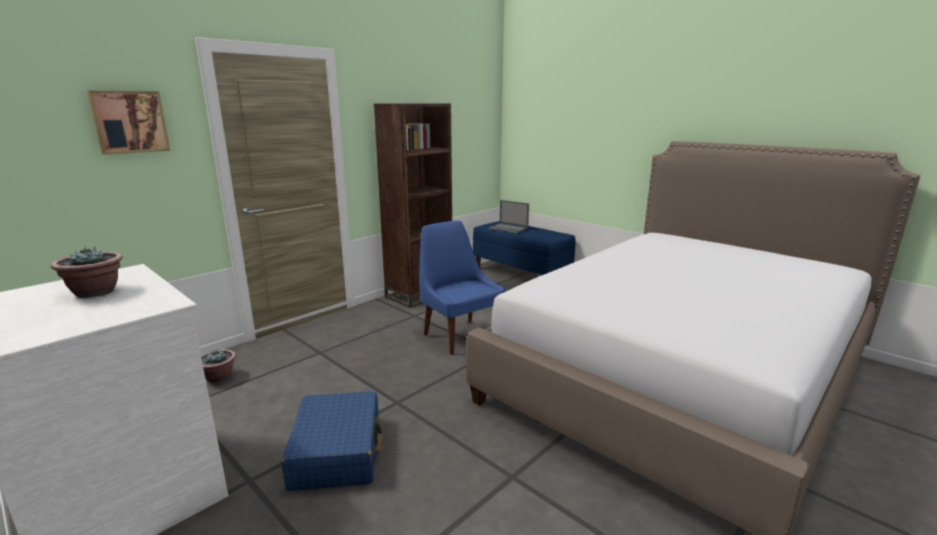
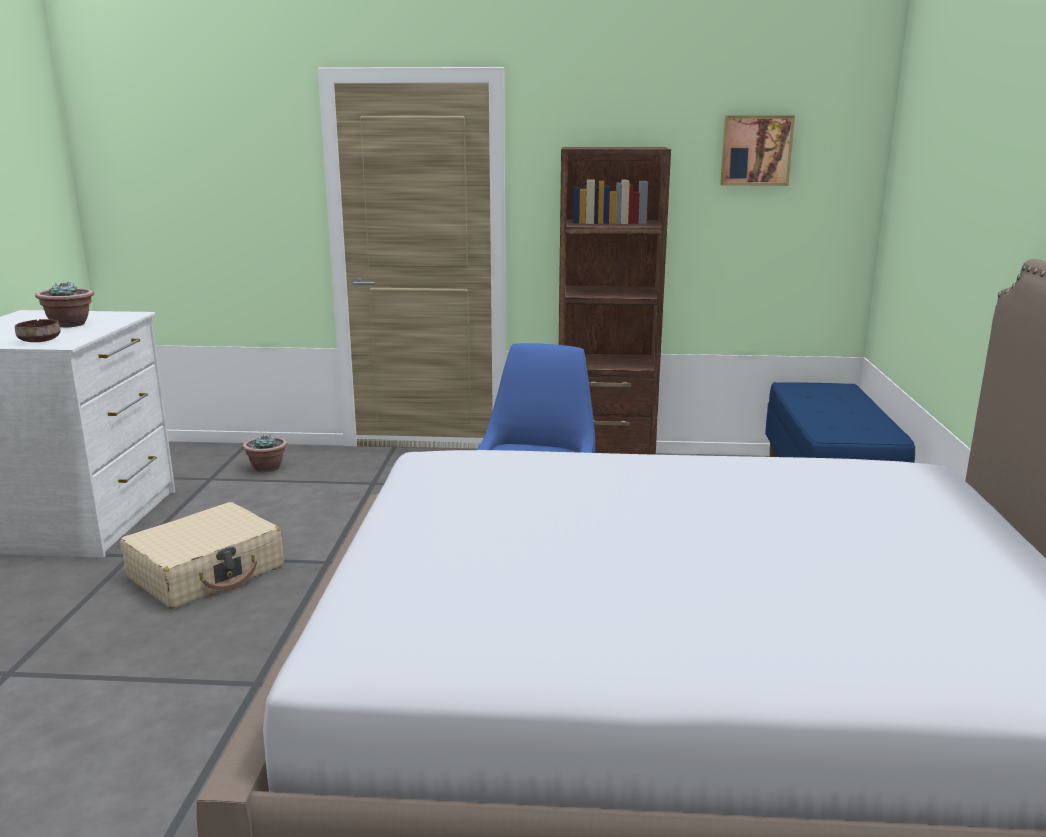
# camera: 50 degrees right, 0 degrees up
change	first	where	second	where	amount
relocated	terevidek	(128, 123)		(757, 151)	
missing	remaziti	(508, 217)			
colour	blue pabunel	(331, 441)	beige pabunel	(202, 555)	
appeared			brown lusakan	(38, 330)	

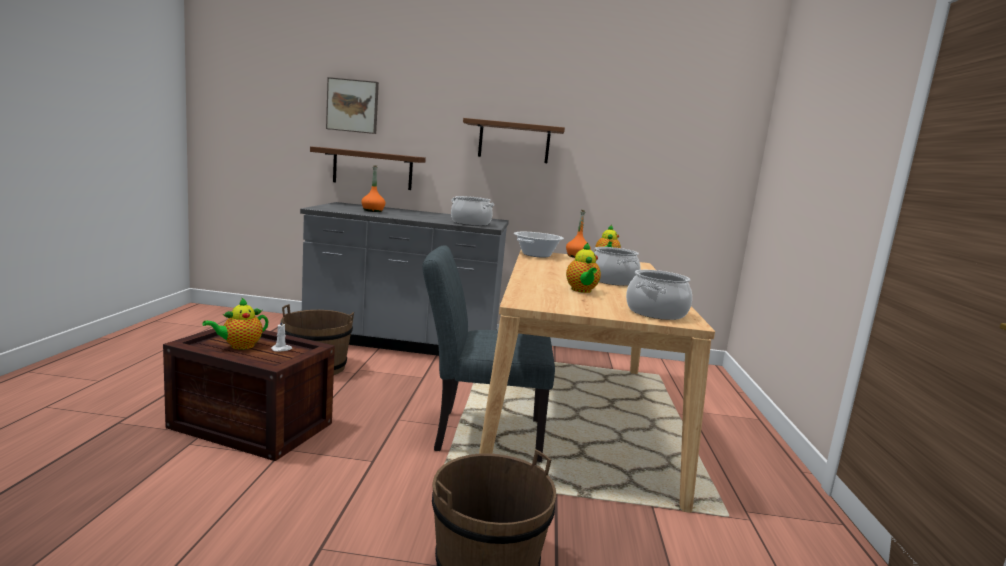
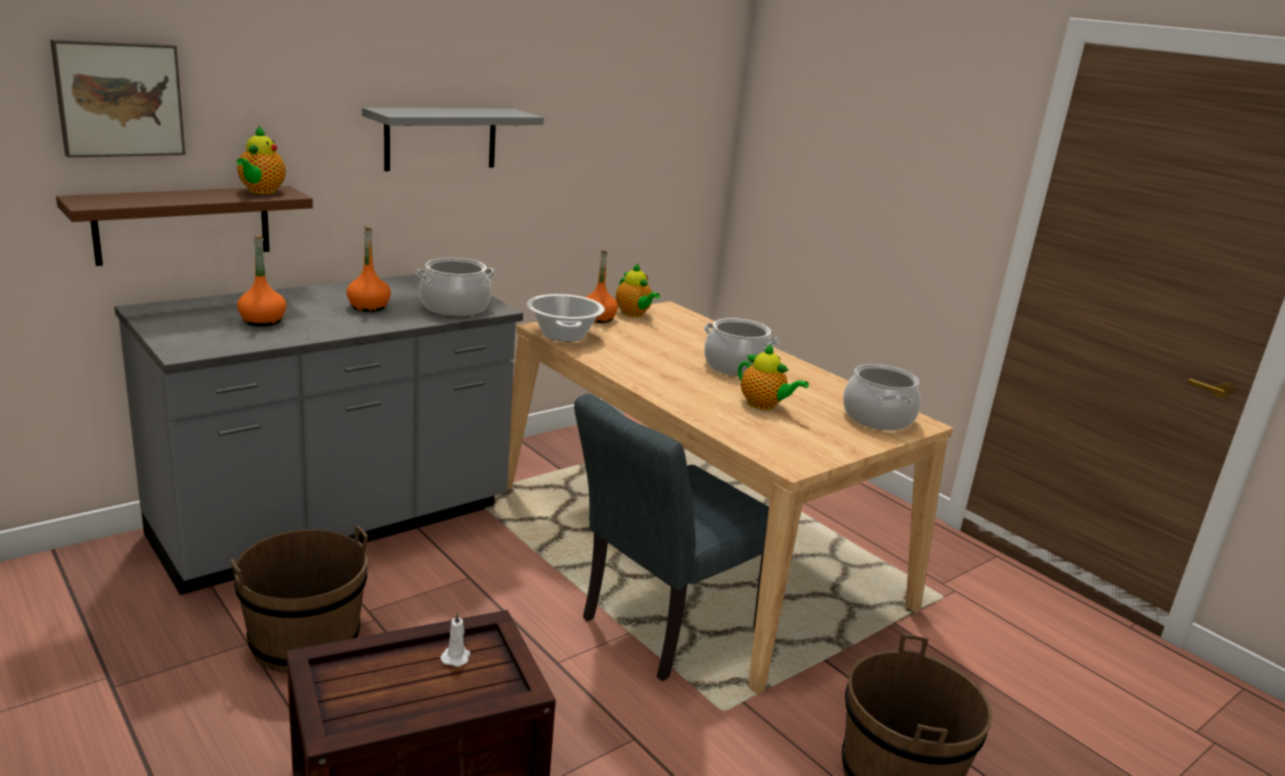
# camera: 45 degrees left, 10 degrees up
change	first	where	second	where	amount
colour	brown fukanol	(514, 140)	grey fukanol	(453, 139)	
relocated	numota	(235, 323)		(261, 159)	
appeared			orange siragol	(368, 269)	

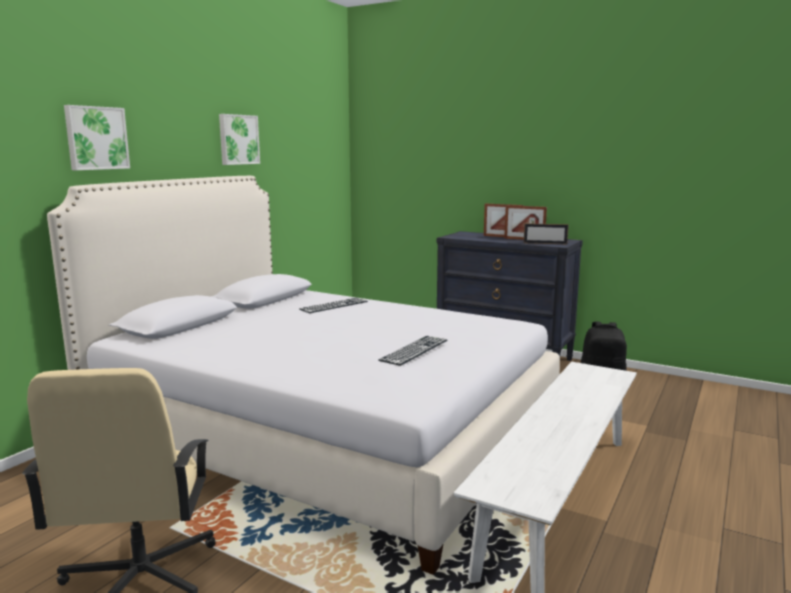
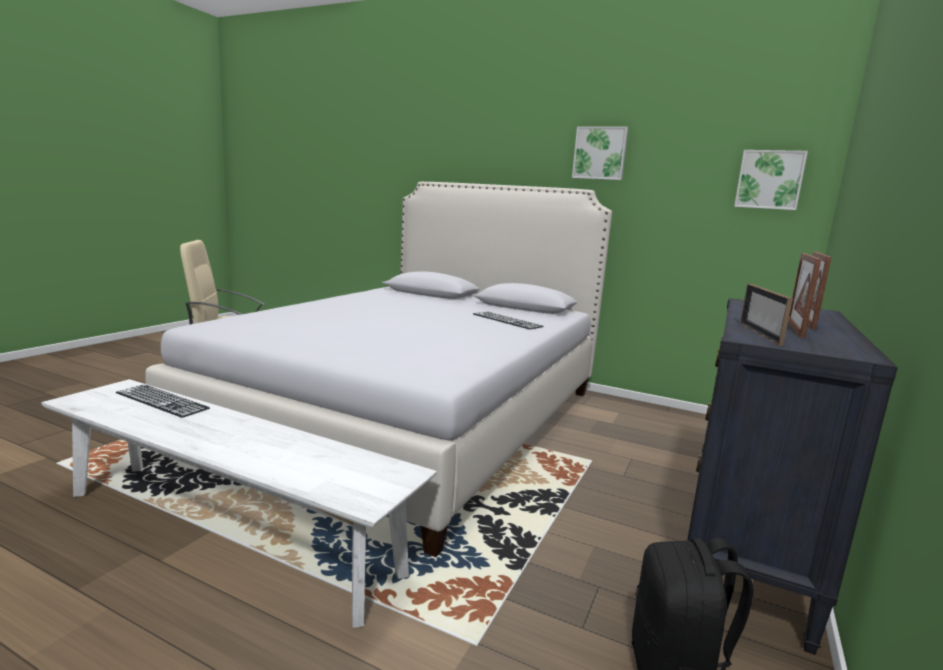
# camera: 85 degrees right, 0 degrees up
change	first	where	second	where	amount
relocated	terevidek	(97, 137)		(771, 180)	
relocated	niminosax	(412, 351)		(163, 401)	

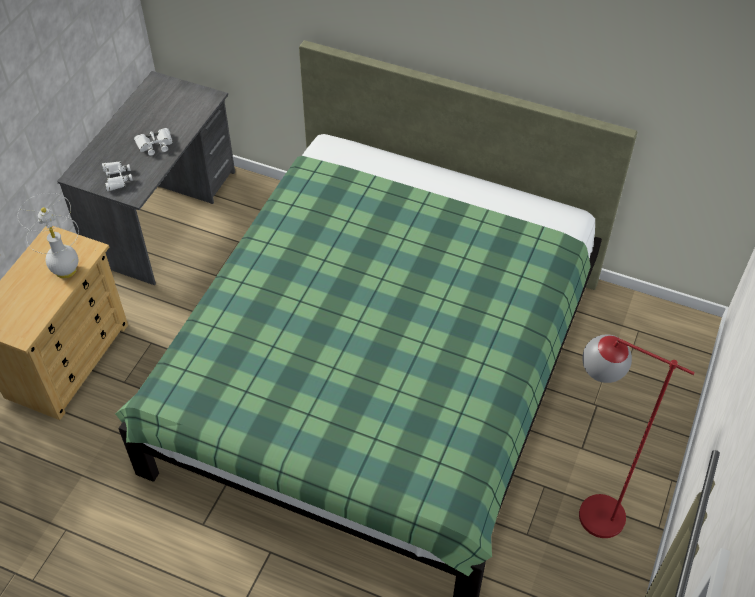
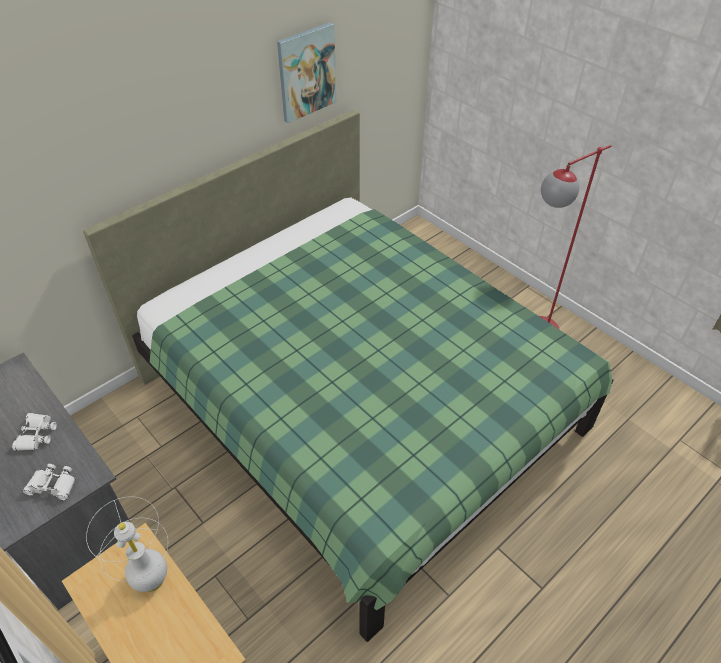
# camera: 65 degrees left, 5 degrees down
change	first	where	second	where	amount
appeared			terevidek	(306, 72)	

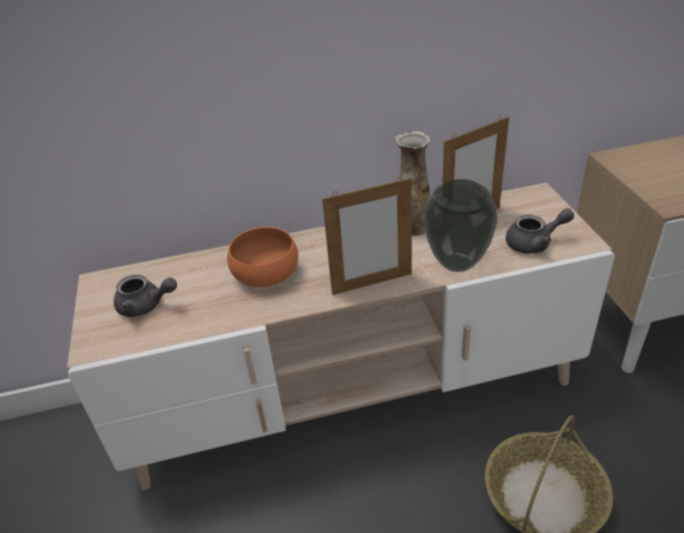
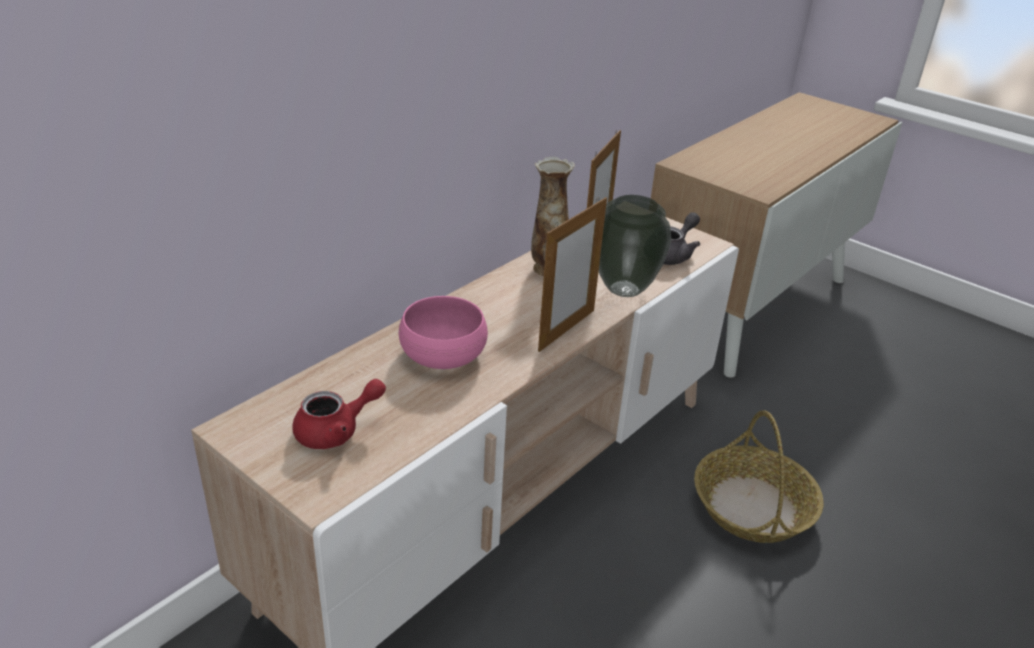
# camera: 40 degrees left, 5 degrees down
change	first	where	second	where	amount
colour	orange lusakan	(262, 257)	pink lusakan	(443, 332)	
colour	grey numota	(145, 295)	red numota	(339, 414)	

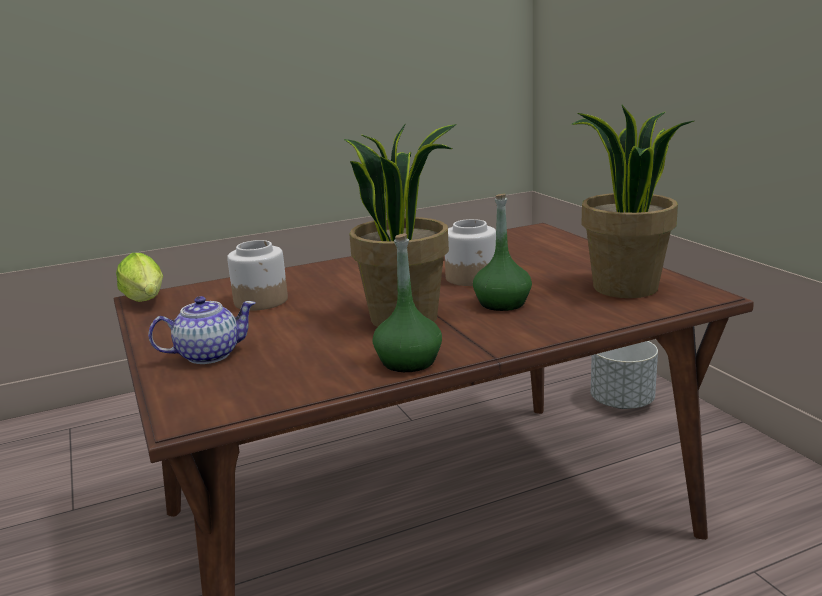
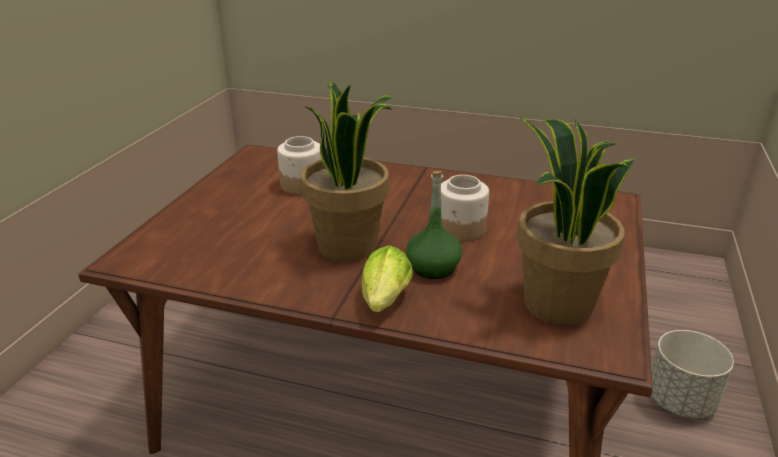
# camera: 40 degrees right, 10 degrees up
change	first	where	second	where	amount
missing	green siragol	(407, 302)			
relocated	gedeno	(139, 277)		(387, 278)	
missing	numota	(202, 330)			

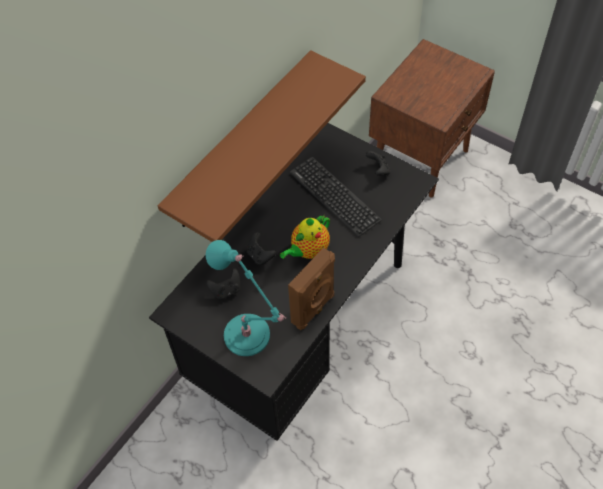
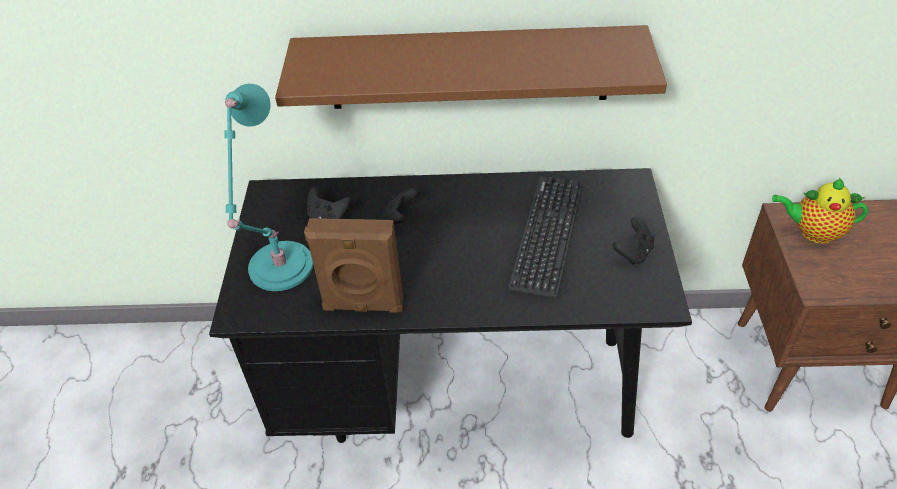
# camera: 55 degrees right, 10 degrees down
change	first	where	second	where	amount
relocated	numota	(305, 237)		(820, 211)	

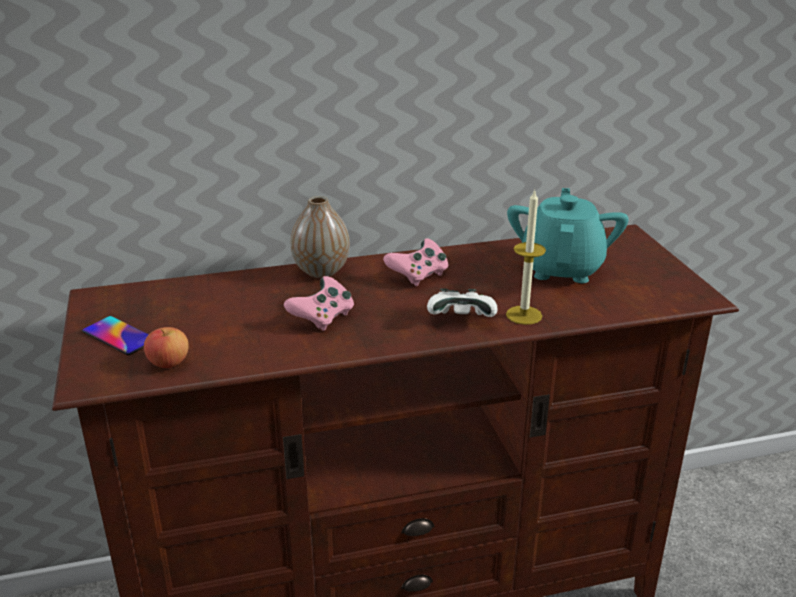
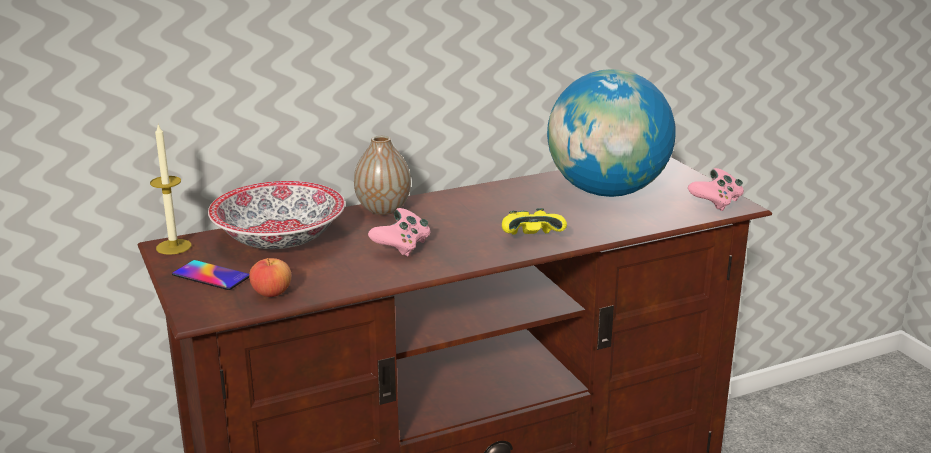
# camera: 10 degrees left, 5 degrees down
change	first	where	second	where	amount
exchanged	turquoise numota	(568, 235)	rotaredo	(611, 133)	
relocated	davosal	(526, 257)		(171, 190)	
relocated	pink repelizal	(416, 262)		(716, 189)	
colour	white repelizal	(462, 303)	yellow repelizal	(534, 221)	
appeared			lusakan	(276, 215)	

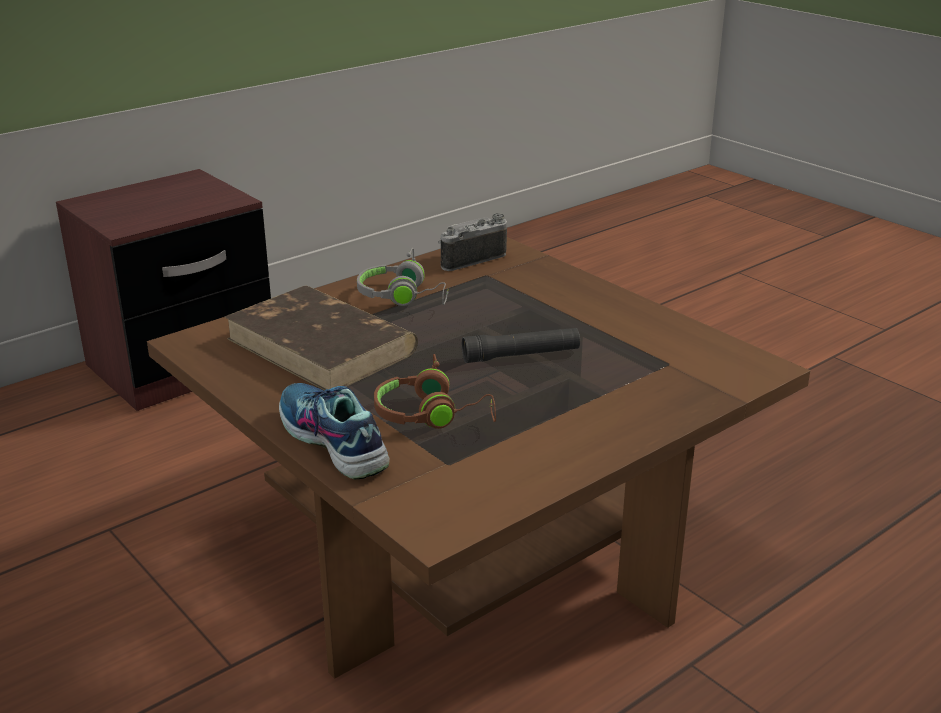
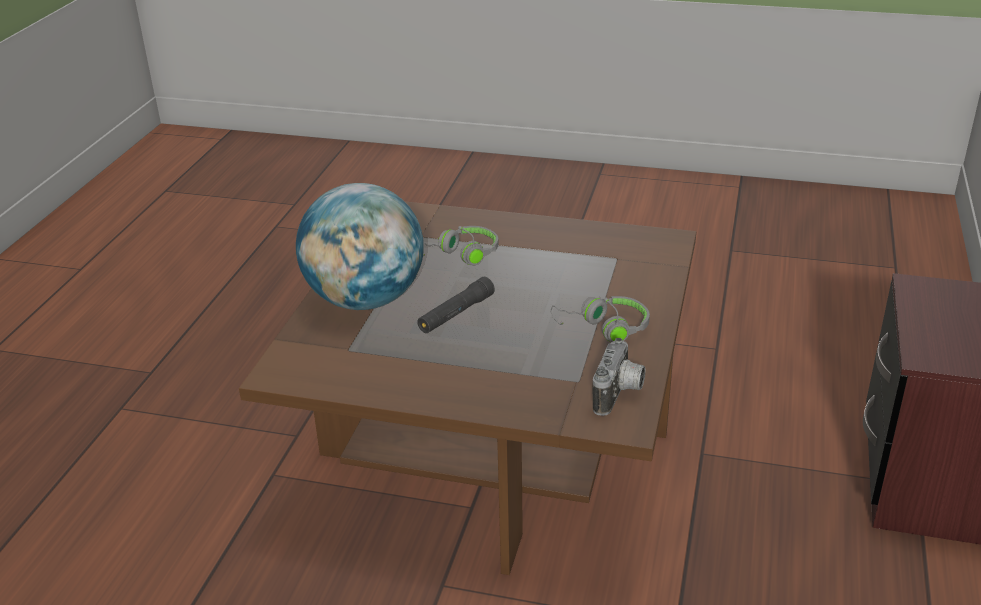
# camera: 145 degrees right, 5 degrees up
change	first	where	second	where	amount
missing	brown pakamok	(321, 338)			
colour	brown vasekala	(435, 391)	grey vasekala	(460, 245)	
missing	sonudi	(334, 431)			
appeared			rotaredo	(360, 246)	

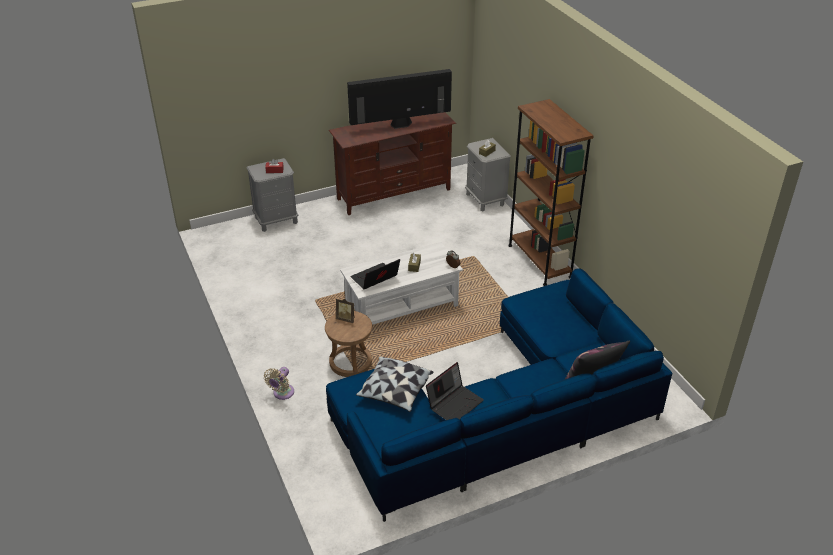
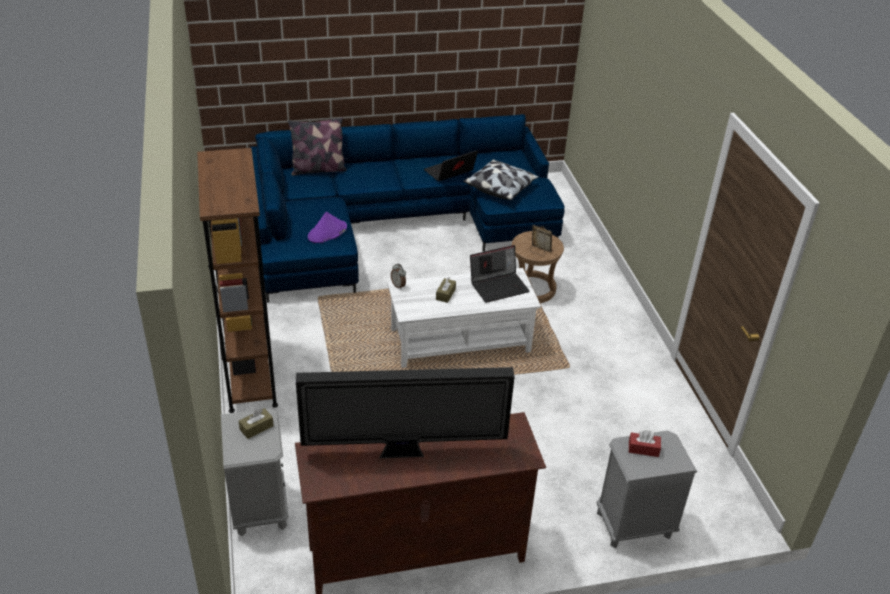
# camera: 170 degrees left, 0 degrees up
change	first	where	second	where	amount
missing	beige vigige	(279, 383)			
appeared			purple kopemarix	(327, 227)	

